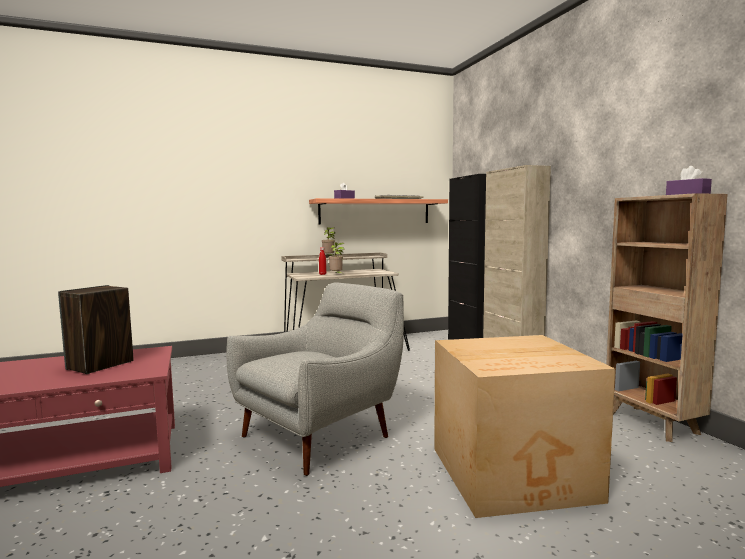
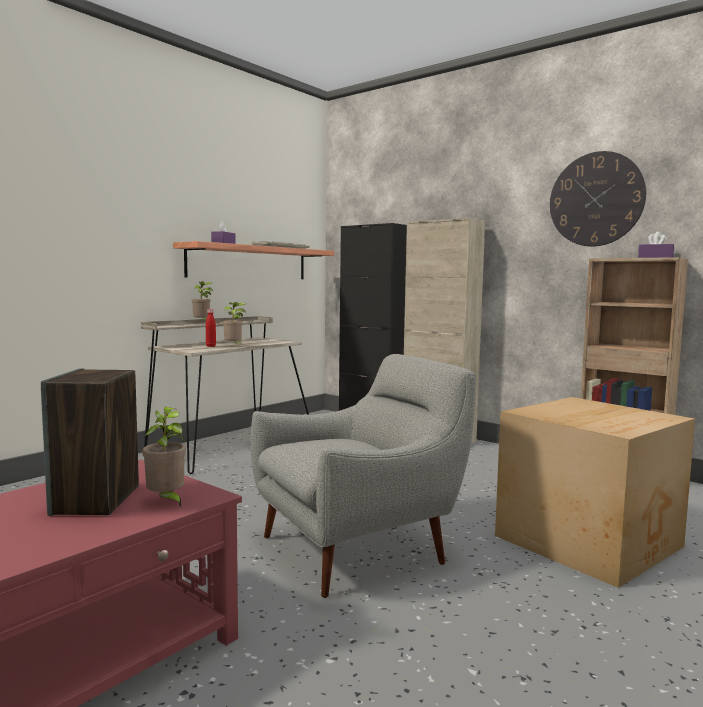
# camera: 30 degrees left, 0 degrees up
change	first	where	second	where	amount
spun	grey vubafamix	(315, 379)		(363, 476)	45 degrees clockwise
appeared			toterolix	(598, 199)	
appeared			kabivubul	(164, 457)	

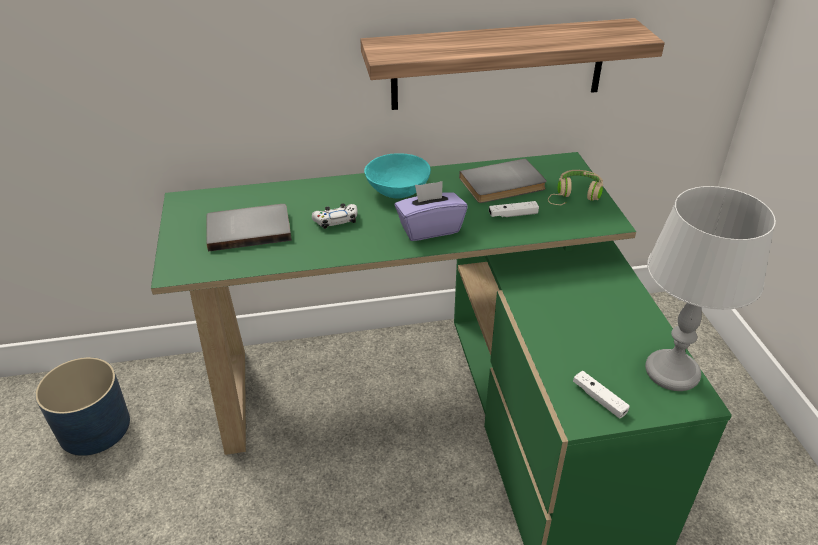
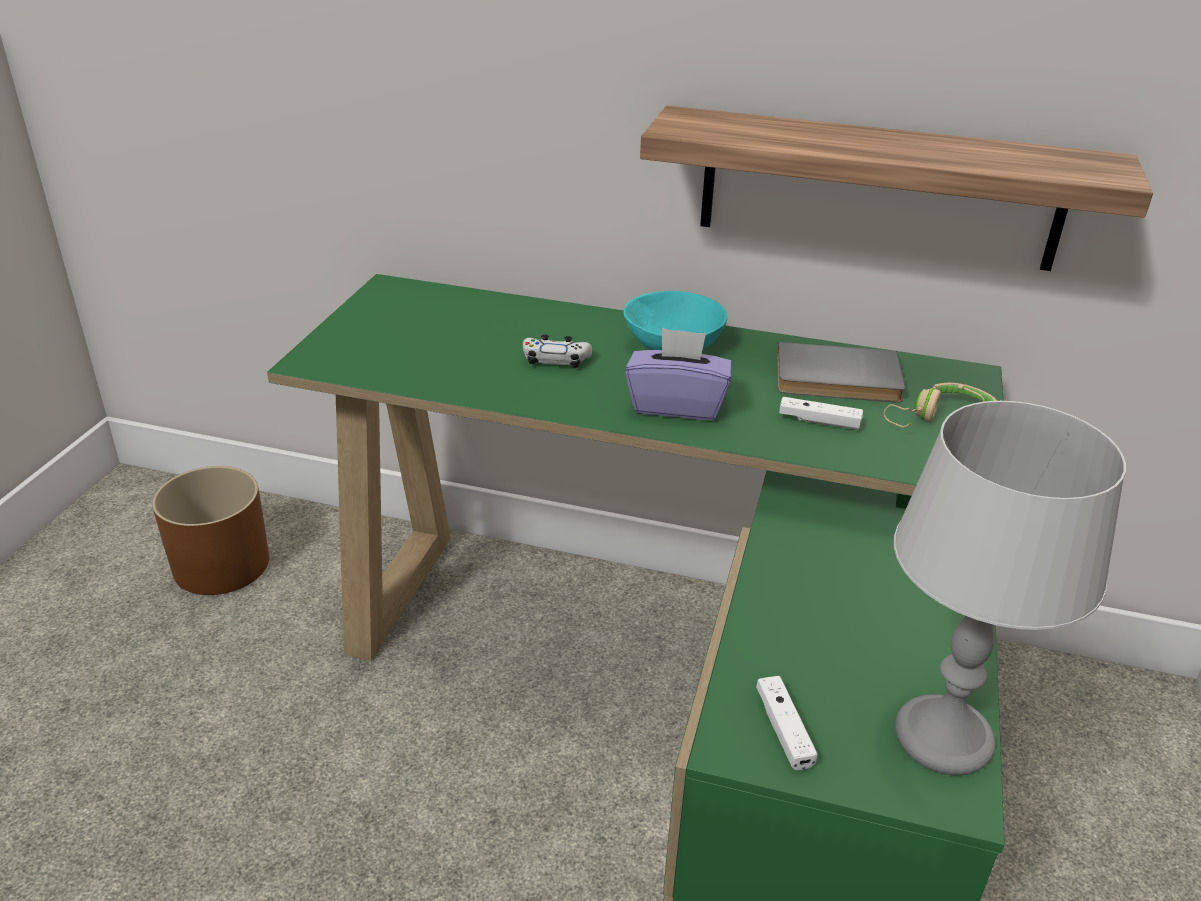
# camera: 25 degrees right, 5 degrees down
change	first	where	second	where	amount
missing	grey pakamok	(249, 228)			
colour	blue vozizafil	(82, 406)	brown vozizafil	(210, 530)	

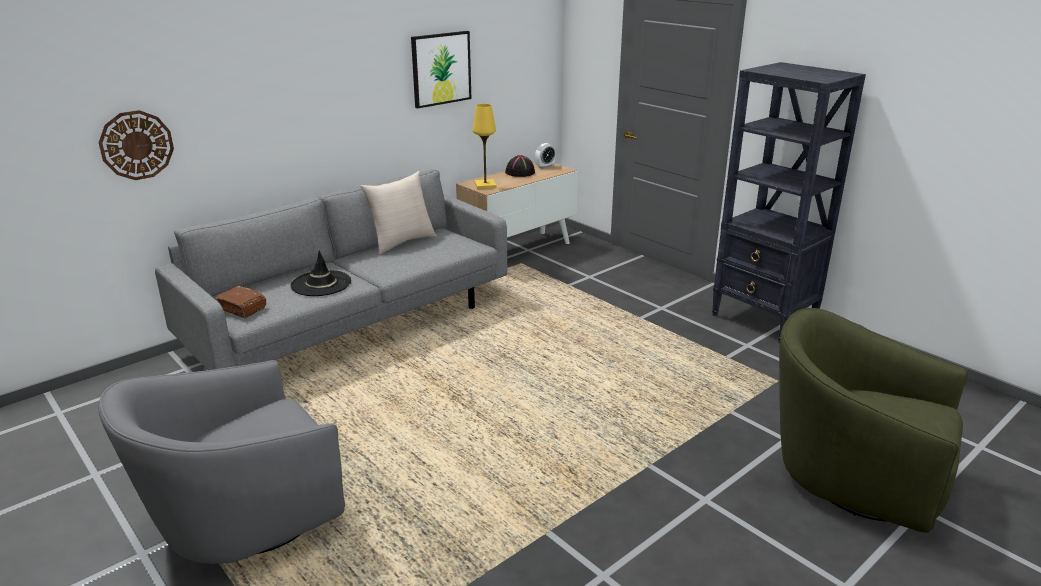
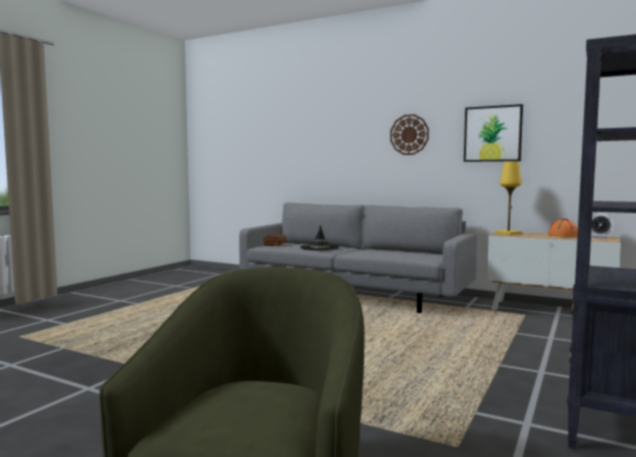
# camera: 70 degrees right, 20 degrees down
change	first	where	second	where	amount
relocated	toterolix	(136, 145)		(409, 134)	
colour	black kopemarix	(520, 166)	orange kopemarix	(563, 228)	
missing	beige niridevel	(398, 212)			
missing	grey vubafamix	(221, 462)			

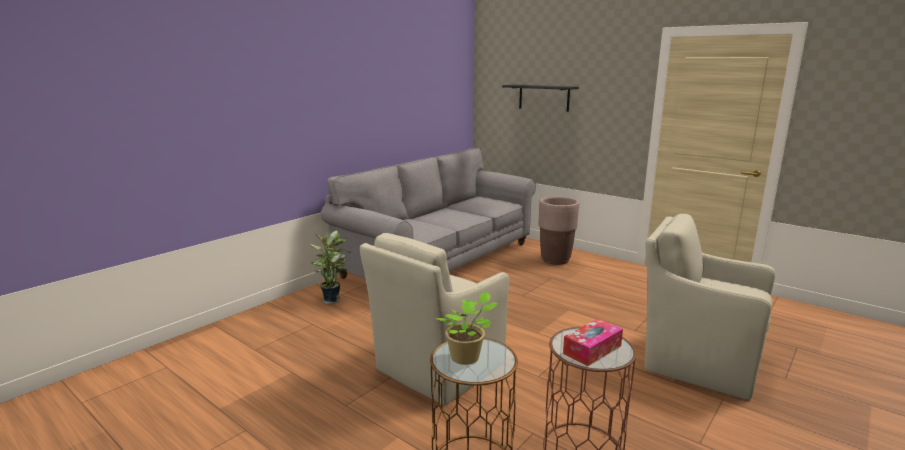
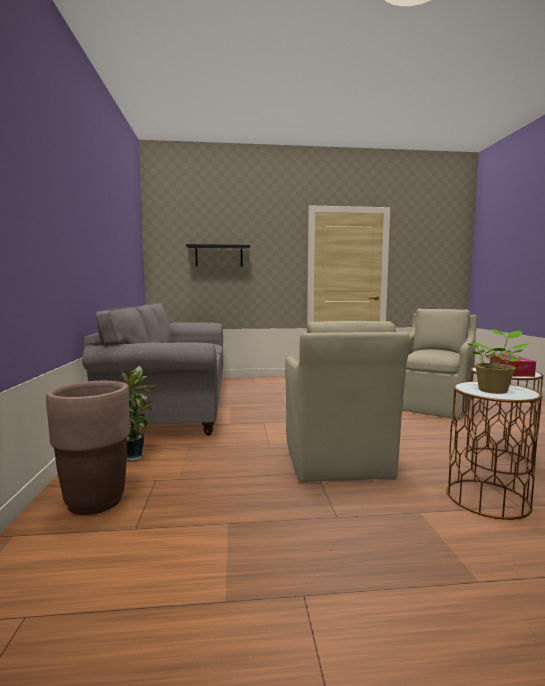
# camera: 45 degrees left, 10 degrees down
change	first	where	second	where	amount
relocated	brown vozizafil	(559, 230)		(88, 448)	
spun	beige vubafamix	(709, 307)		(439, 364)	135 degrees clockwise

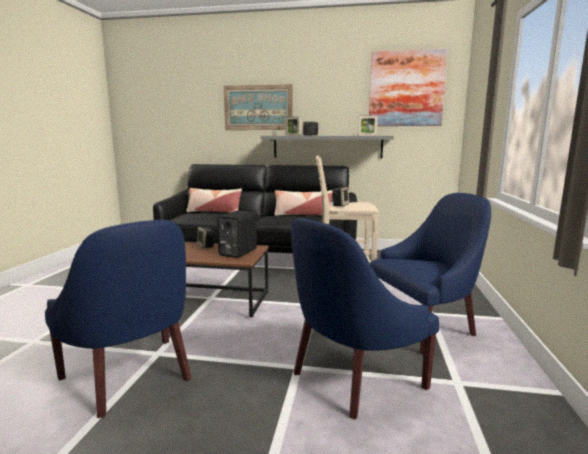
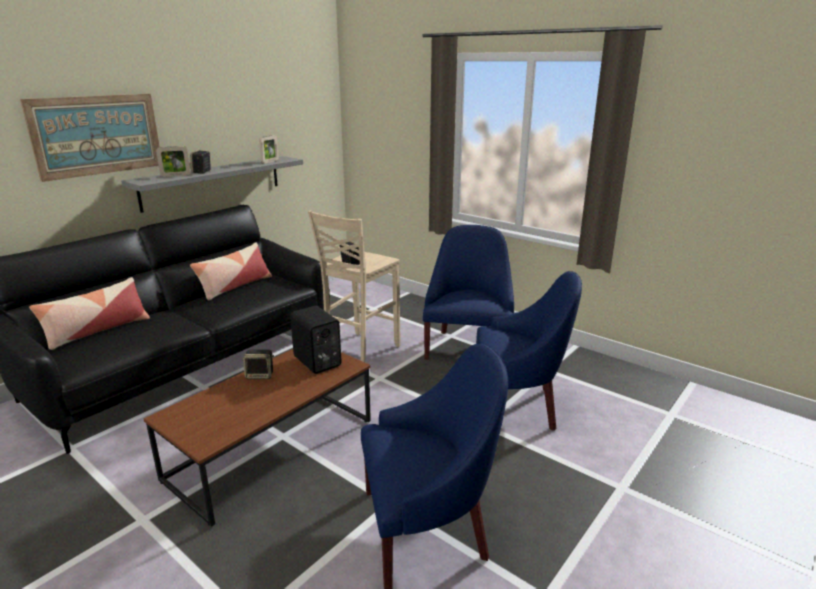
# camera: 60 degrees left, 10 degrees up
change	first	where	second	where	amount
missing	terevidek	(408, 87)			
spun	blue vubafamix	(365, 319)		(529, 351)	75 degrees counterclockwise

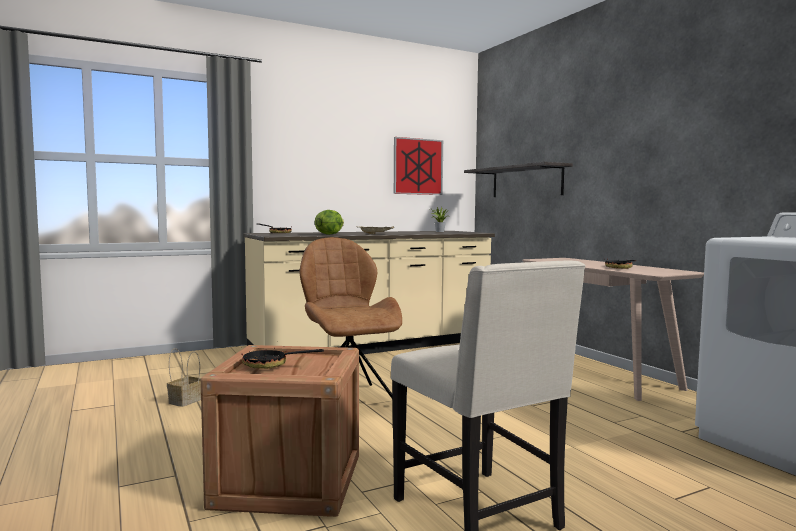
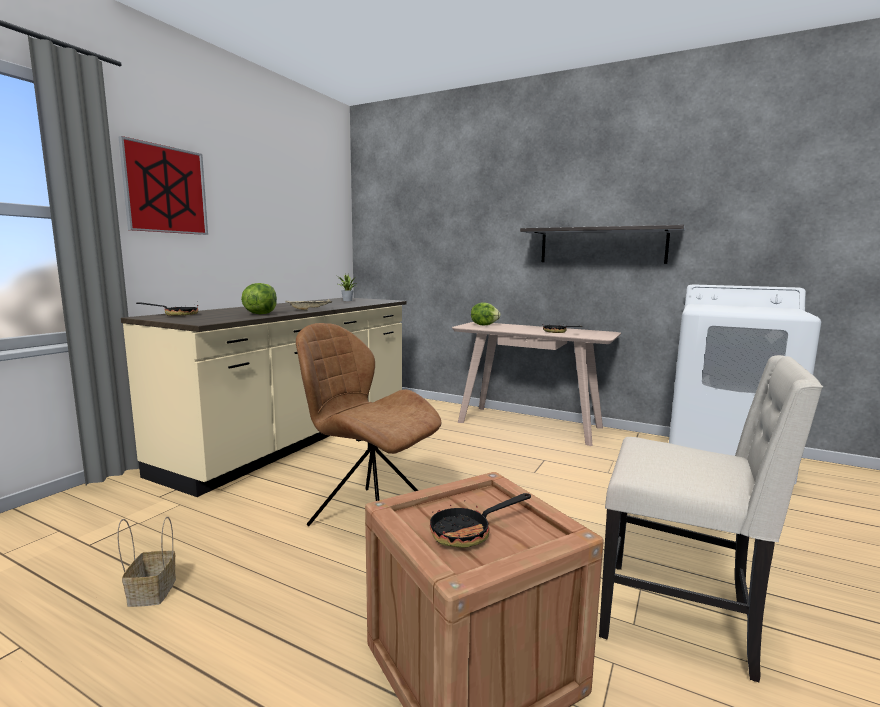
# camera: 35 degrees left, 5 degrees up
change	first	where	second	where	amount
relocated	terevidek	(418, 166)		(163, 185)	
relocated	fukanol	(518, 179)		(602, 244)	
appeared			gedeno	(486, 313)	

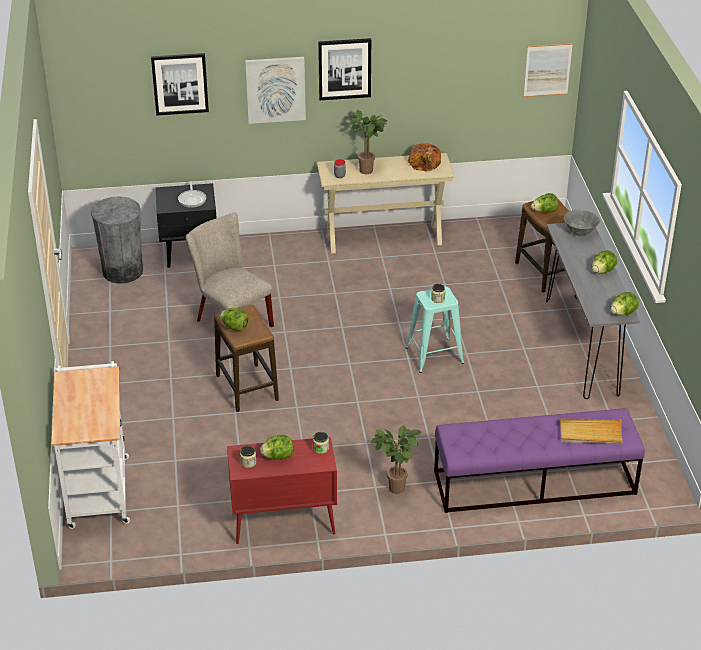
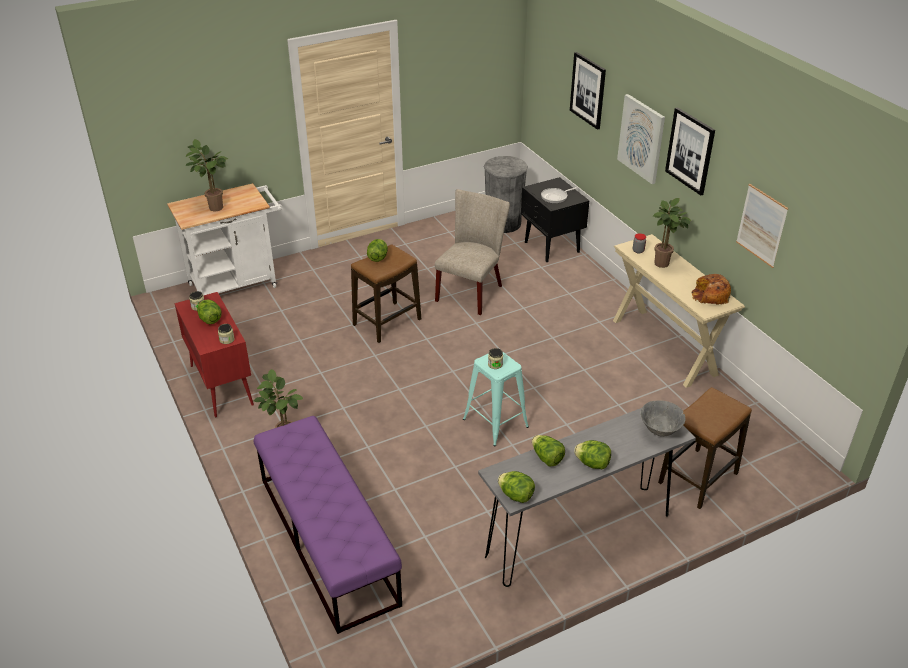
# camera: 70 degrees right, 0 degrees up
change	first	where	second	where	amount
relocated	terevidek	(548, 70)		(762, 226)	
relocated	gedeno	(544, 203)		(548, 451)	
missing	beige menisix	(592, 431)			
appeared			kabivubul	(206, 175)	

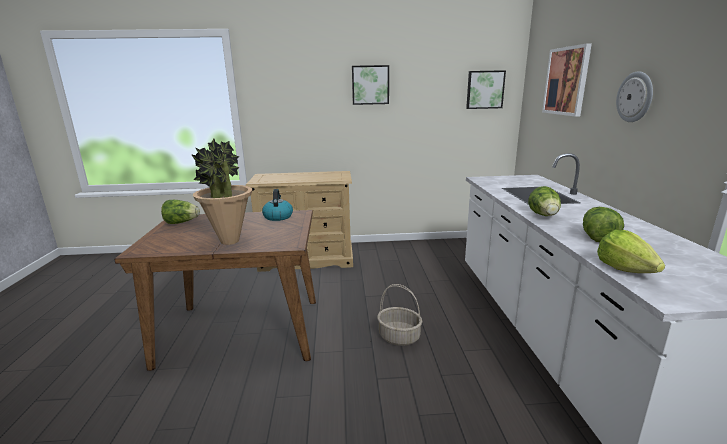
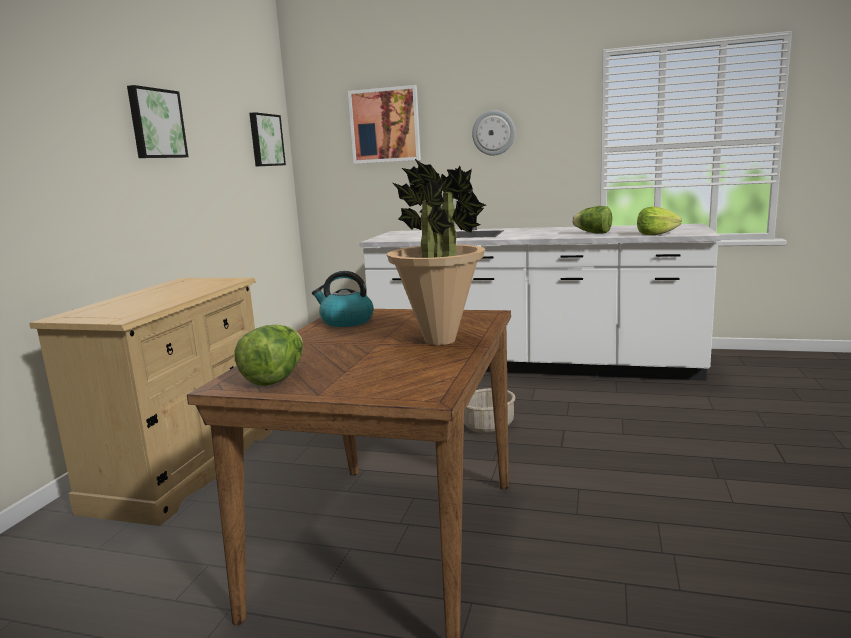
# camera: 70 degrees left, 5 degrees down
change	first	where	second	where	amount
missing	gedeno	(544, 201)			

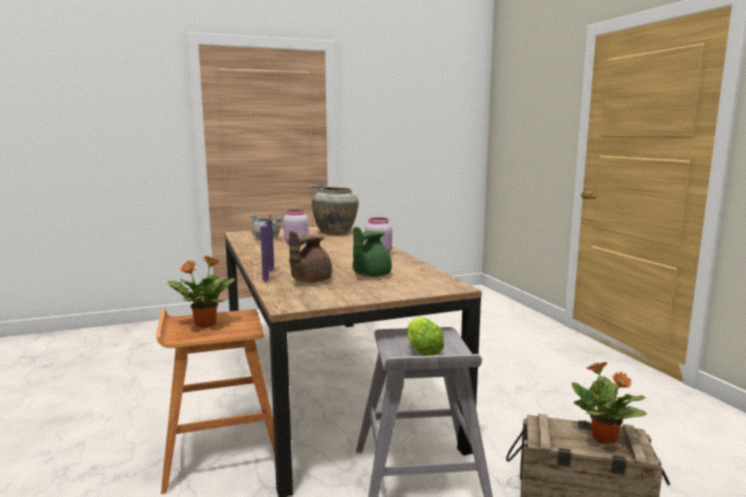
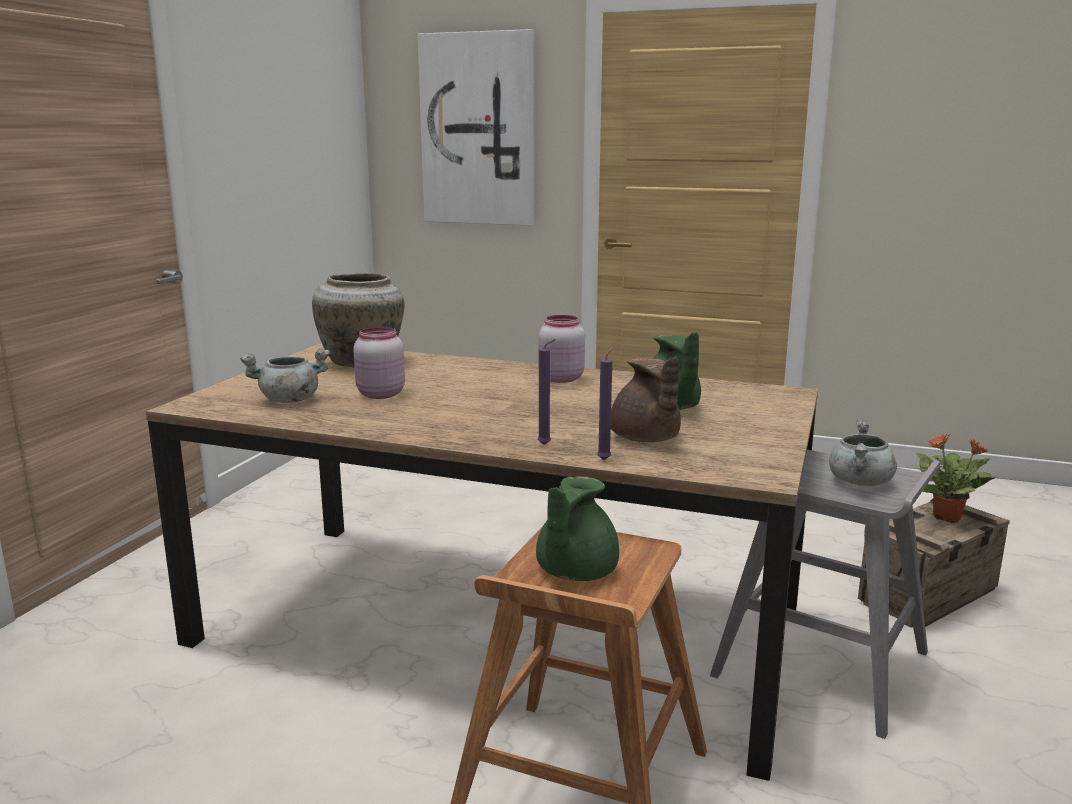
# camera: 50 degrees left, 5 degrees up
change	first	where	second	where	amount
exchanged	kabivubul	(201, 291)	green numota	(577, 528)	
exchanged	gedeno	(425, 336)	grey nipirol	(863, 453)	
appeared			terevidek	(475, 127)	

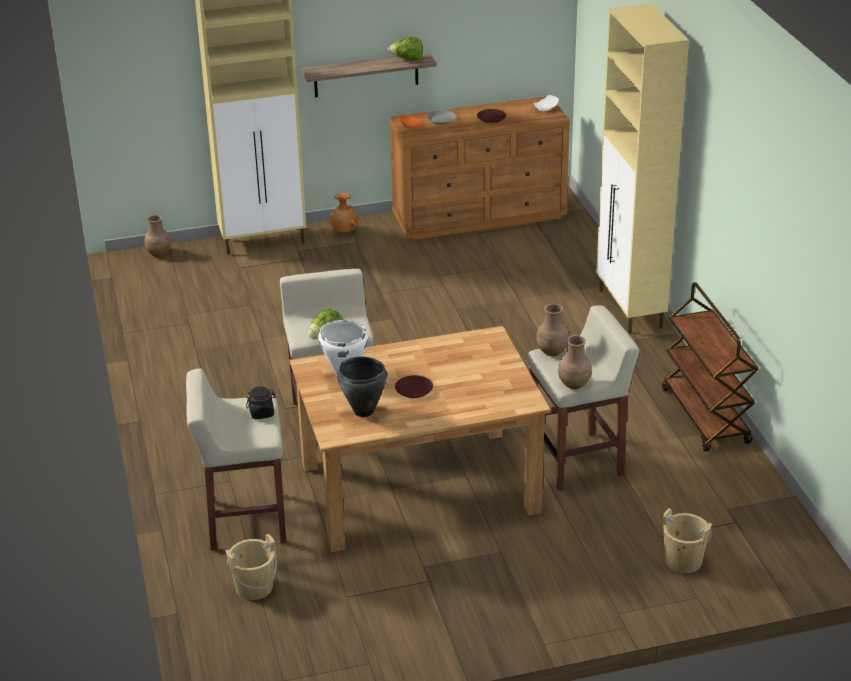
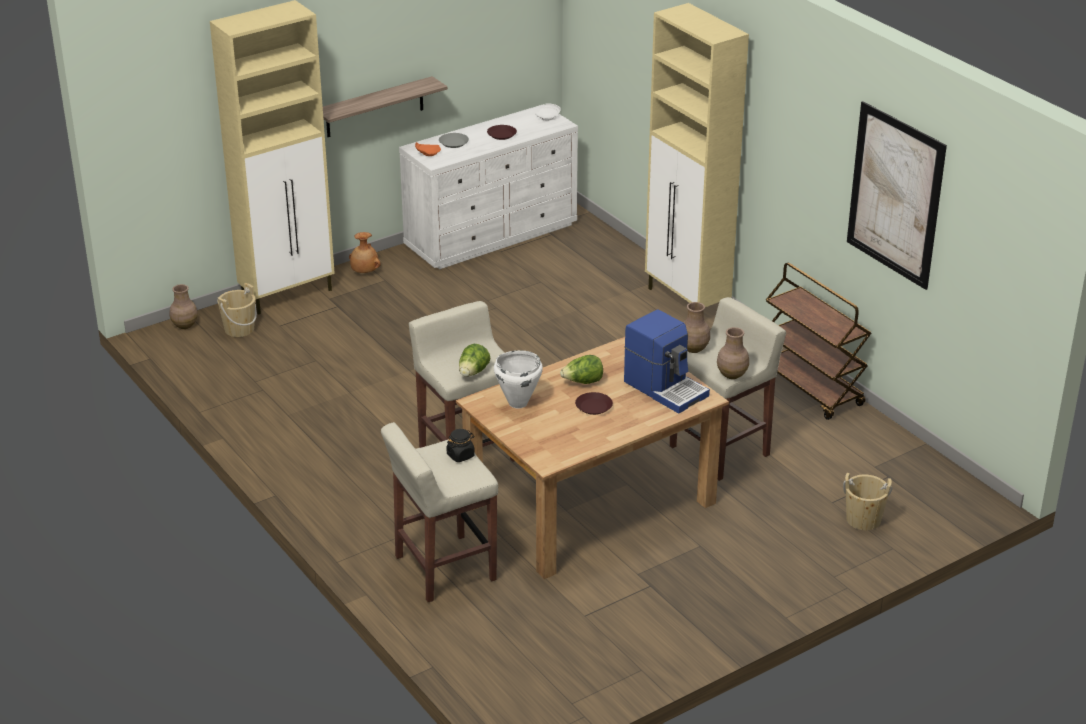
# camera: 20 degrees left, 0 degrees up
change	first	where	second	where	amount
relocated	gedeno	(405, 49)		(581, 369)	
colour	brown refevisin	(480, 168)	white refevisin	(488, 186)	
missing	black nipirol	(362, 386)			
relocated	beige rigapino	(251, 567)		(237, 310)	
appeared			terevidek	(897, 195)	
appeared			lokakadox	(667, 362)	

